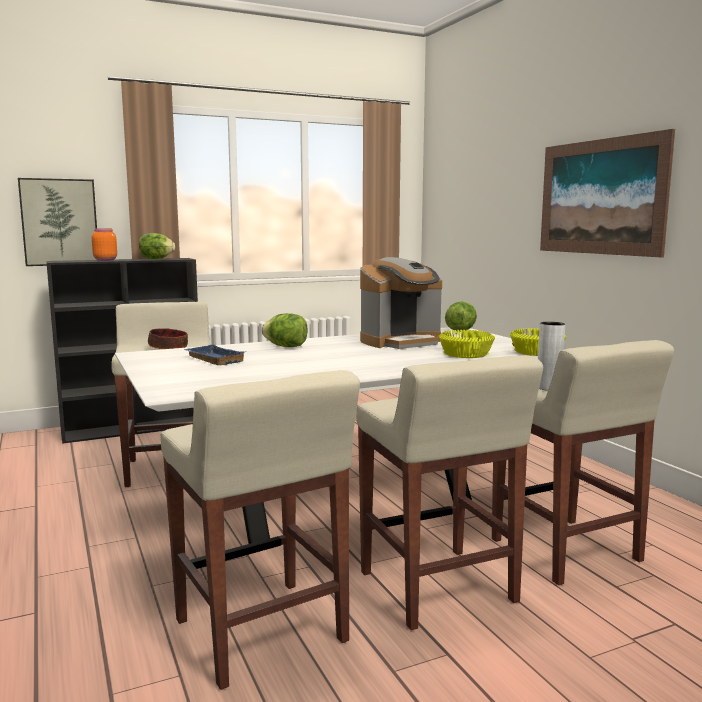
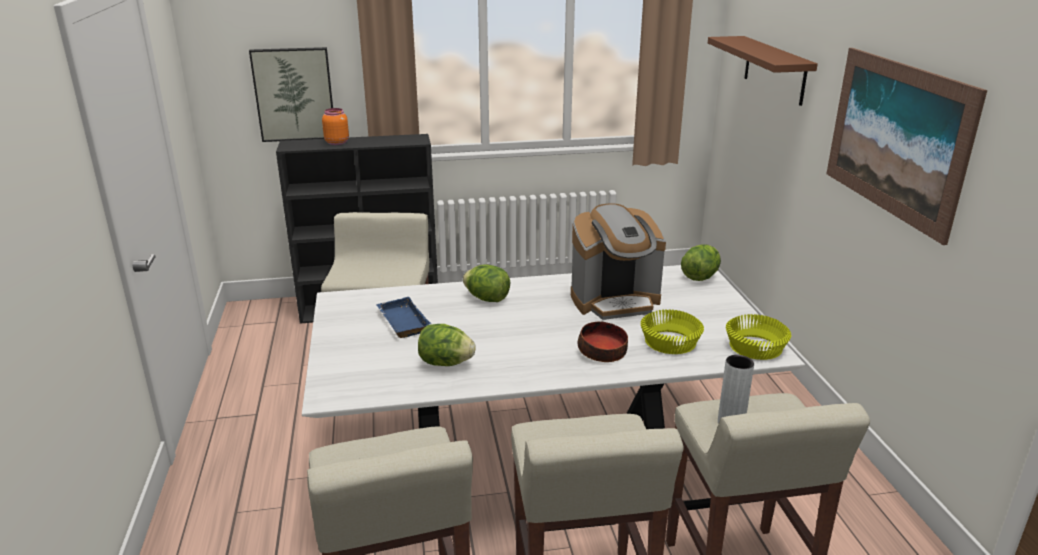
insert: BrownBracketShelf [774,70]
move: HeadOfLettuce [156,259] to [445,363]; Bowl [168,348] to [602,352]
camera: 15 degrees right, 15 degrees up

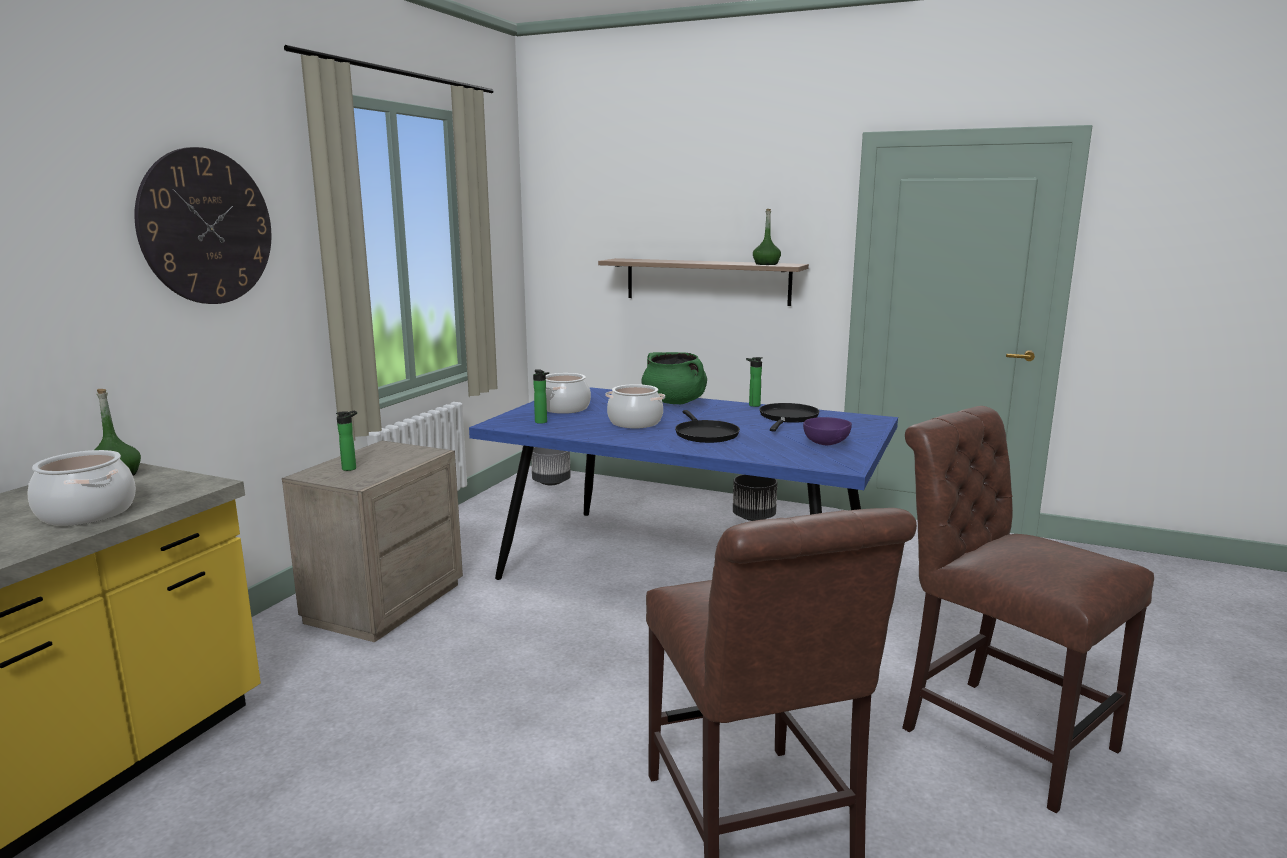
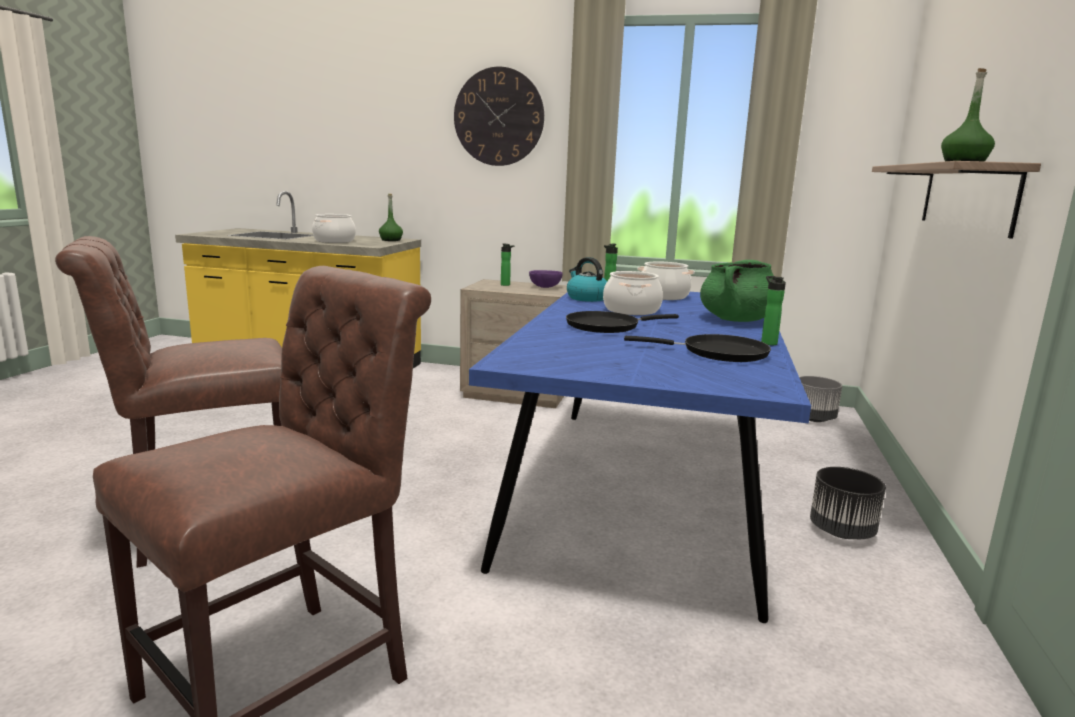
insert: TeaKettle [586,298]
move: PurpleBowl [826,444] to [544,287]
camera: 80 degrees right, 0 degrees up

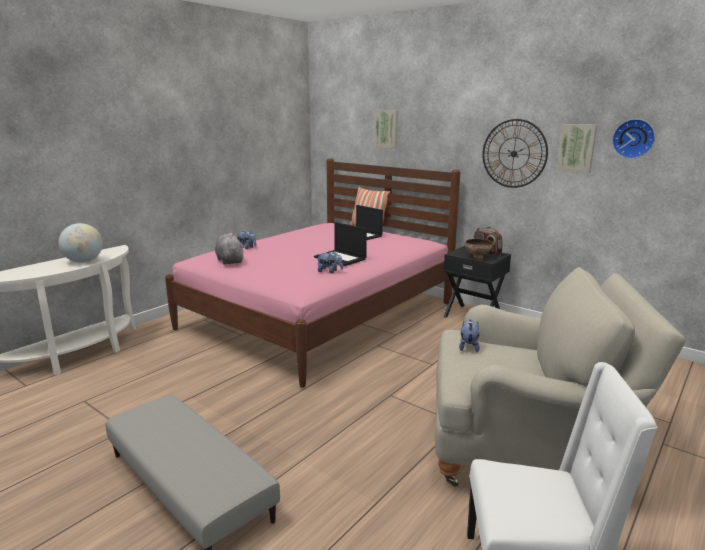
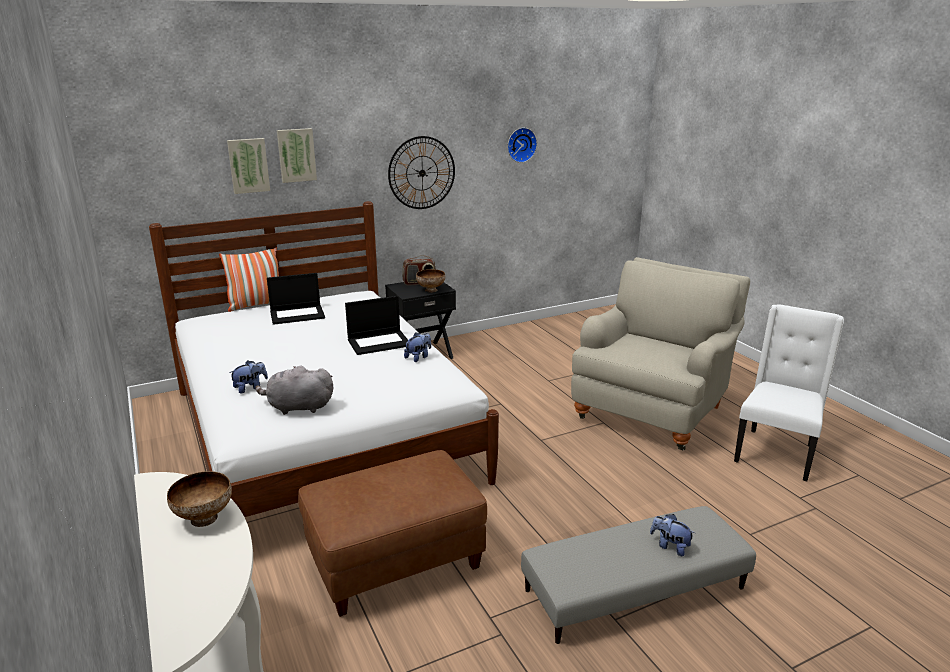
insert: BrownFootrest [395,561]
move: WallPicture [577,148] to [296,155]; SoftToy [468,347] to [670,546]
replace: DeskGlobe [84,261] to Bowl [205,518]
recolor: PinkColouredSleepingBed [320,315] to WhiteSleepingBed [321,434]
camera: 65 degrees left, 5 degrees up

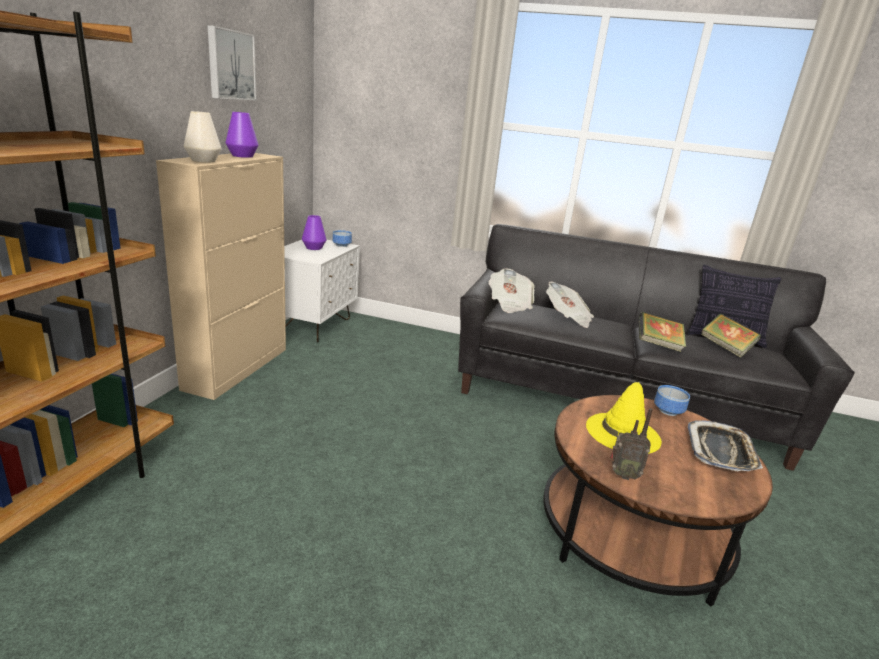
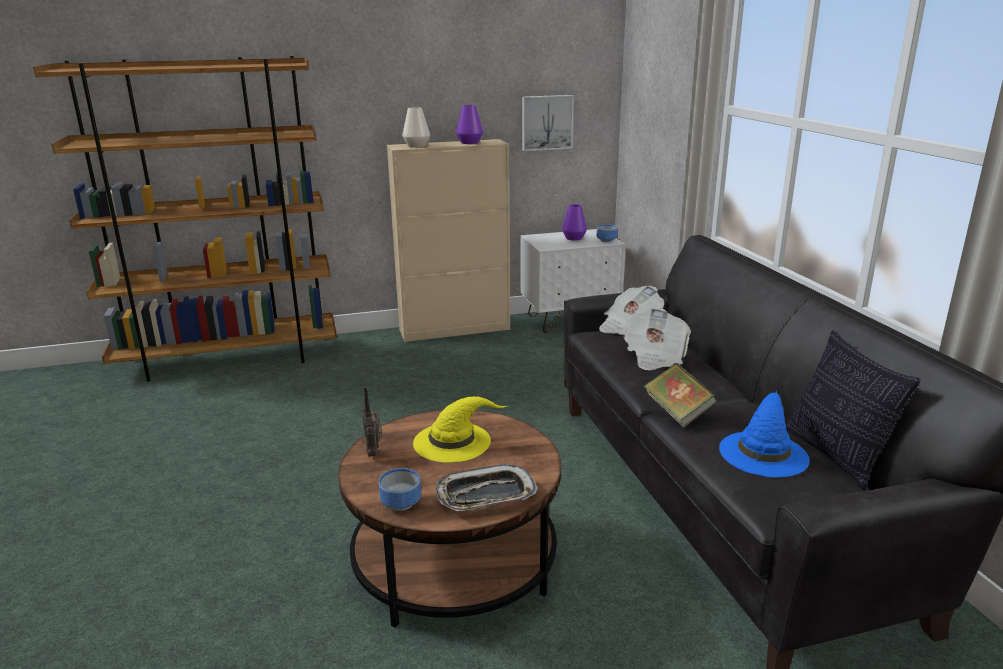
move: Bowl [668,410] to [403,503]; WallPicture [230,65] to [546,122]
replace: BoundBook [726,348] to BluishHat [763,452]
camera: 60 degrees right, 0 degrees up

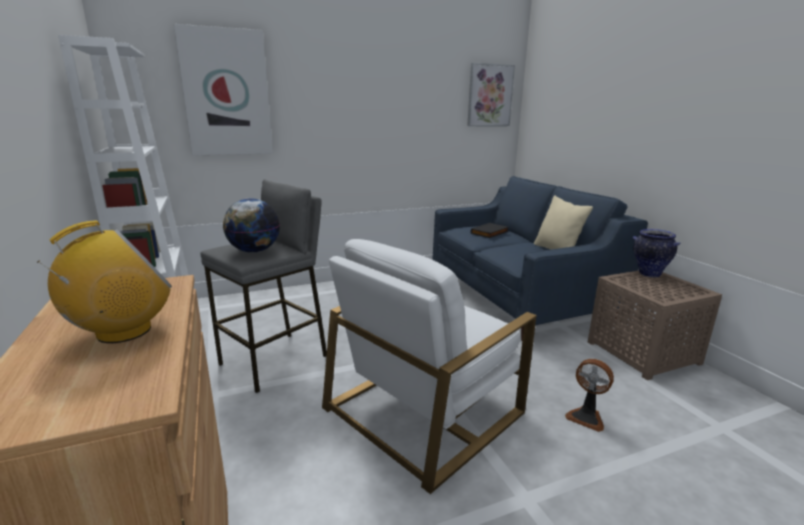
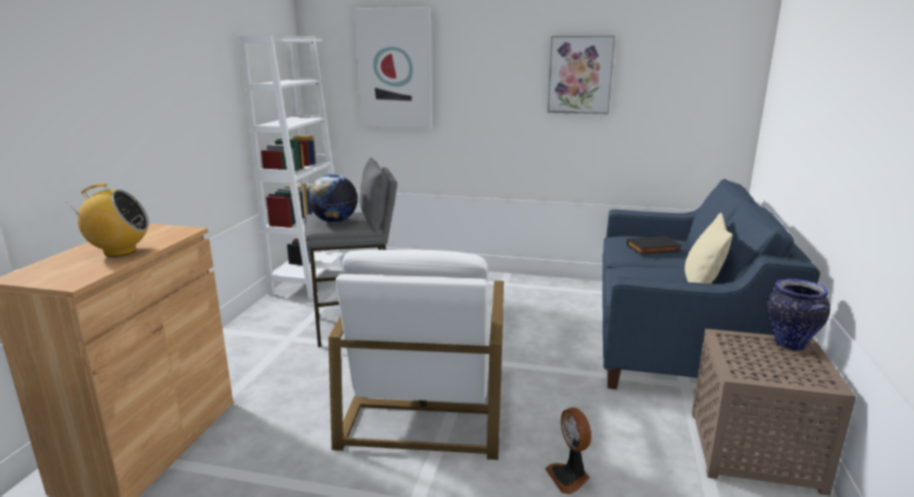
move: WallPicture [489,95] to [580,75]
rotate: WhiteLoungeChair [423,408] = [424,406] 75 degrees counterclockwise
camera: 35 degrees right, 0 degrees up

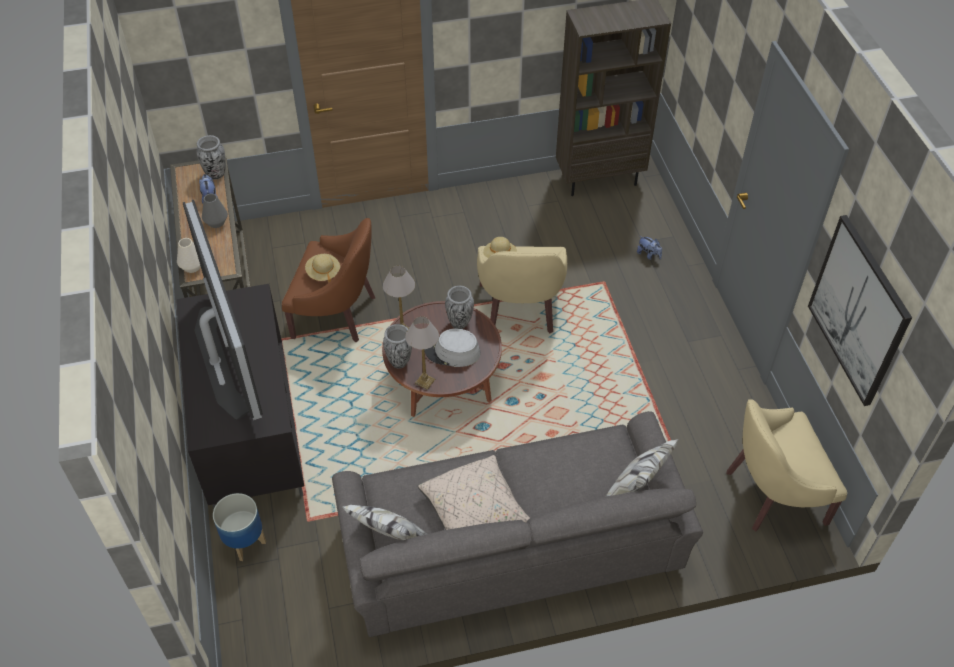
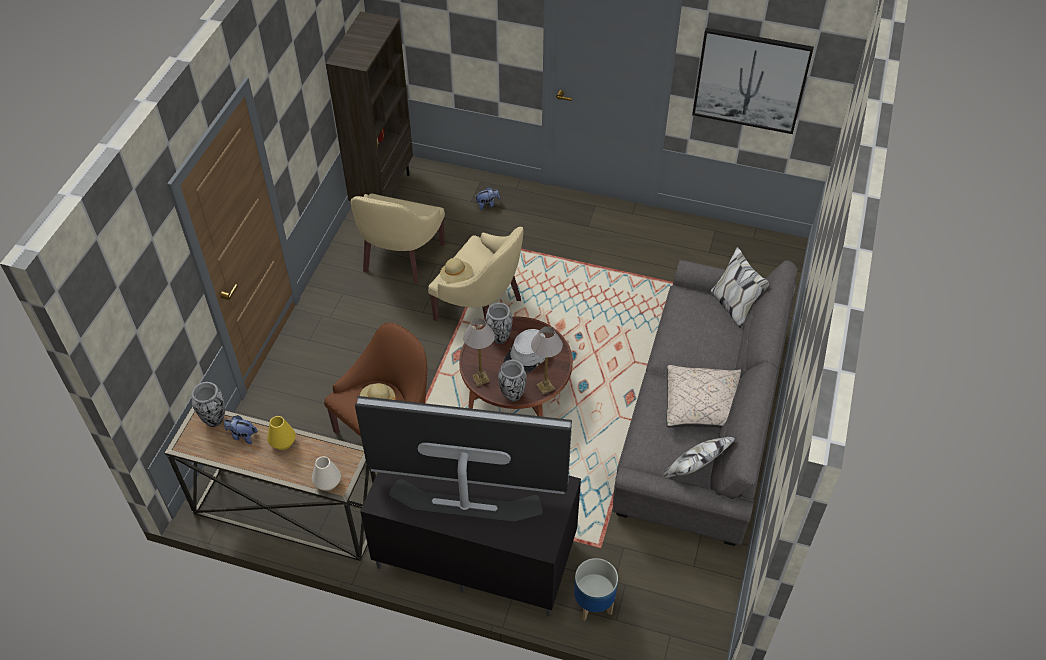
move: BeigeLoungeChair [772,493] to [399,257]
recolor: GreyishDecorativeVase [216,222] to YellowishDecorativeVase [283,442]
camera: 60 degrees left, 0 degrees up

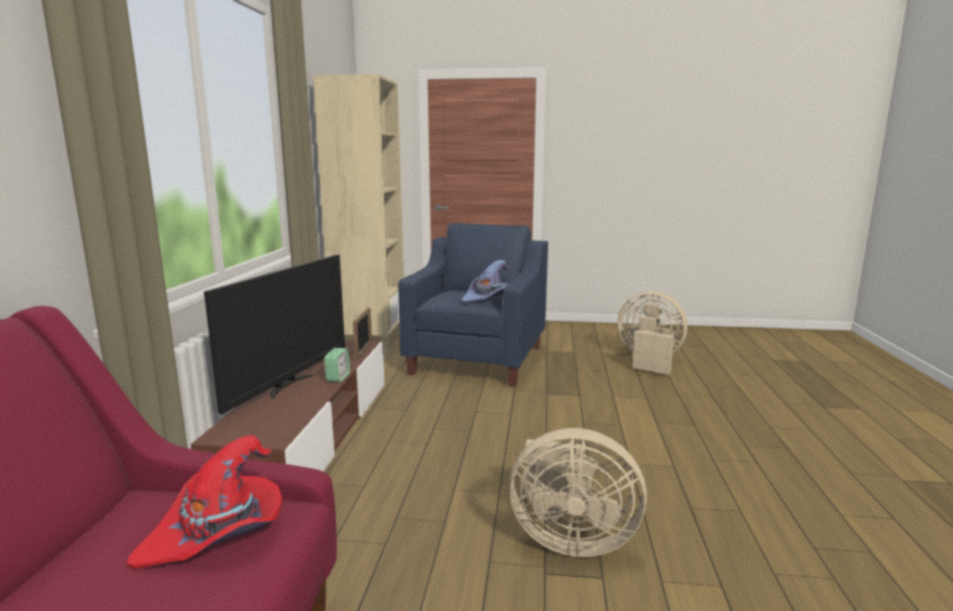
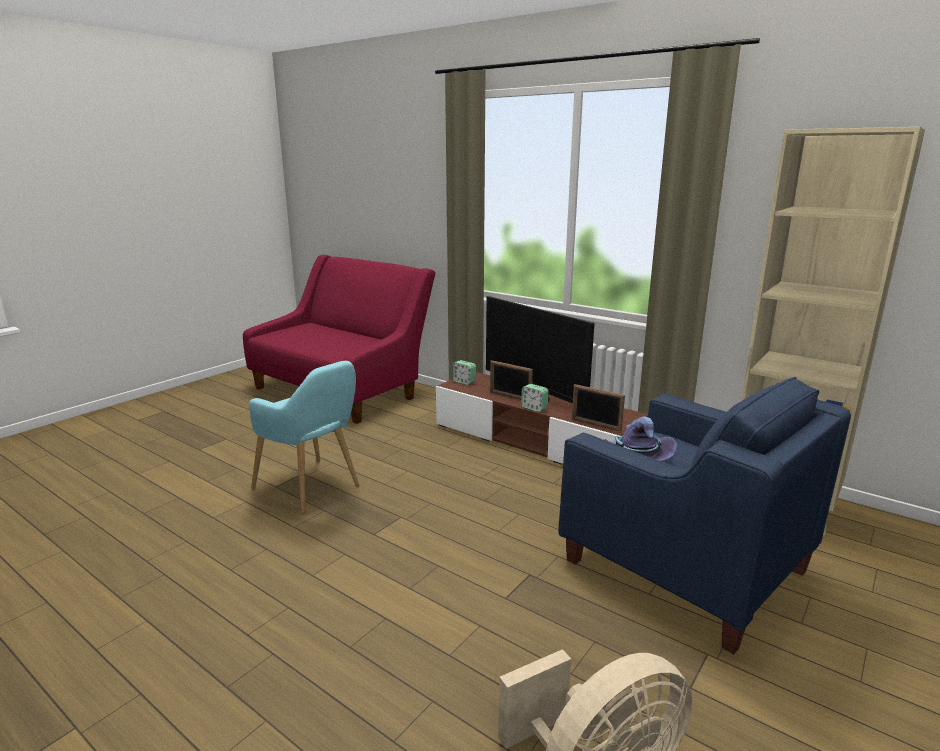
delete: RedColouredHat [217,534]
insert: TableClock [464,382]; StandingFrame [510,396]
replace: BeigeElectricFan [569,539] to TurquoiseColouredLoungeChair [312,489]
camera: 120 degrees right, 5 degrees up

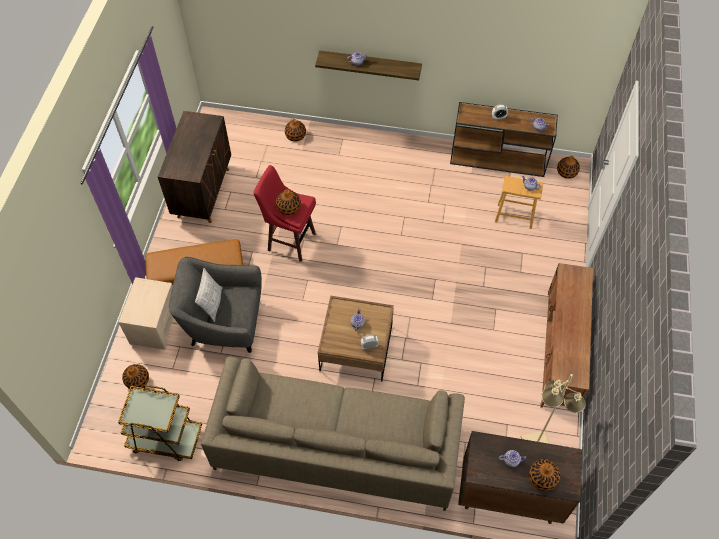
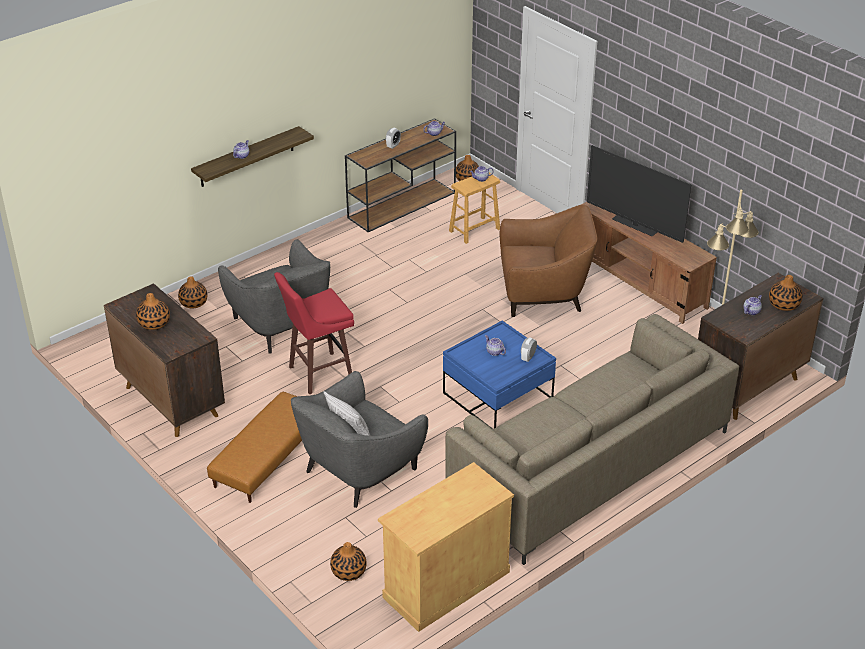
delete: BeigeNightstand [155,324]
insert: GreyishLoungeChair [281,325]; BrownLoungeChair [543,294]; Tv [634,226]
move: DecorativeVase [289,207] to [154,323]
replace: BrownWheeledCart [165,438] to BeigeCabinet [446,584]
recolor: BrownLowTable [356,348] to BluishLowTable [498,396]
camera: 50 degrees left, 20 degrees down

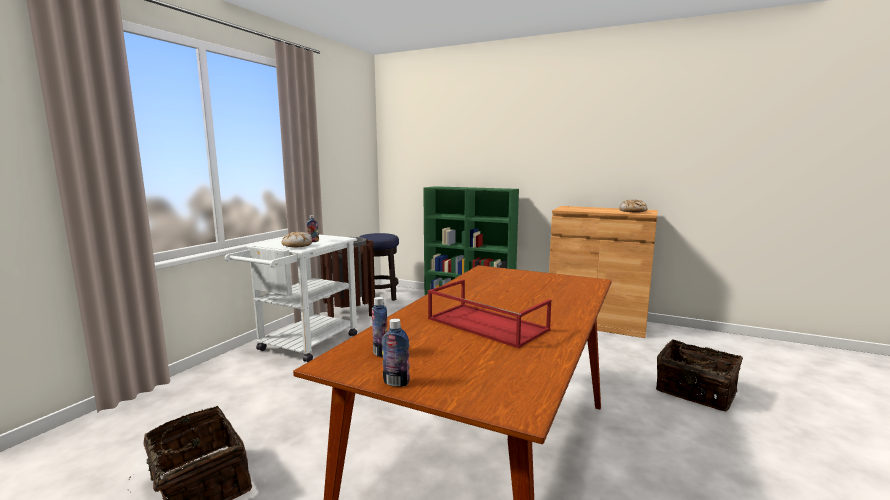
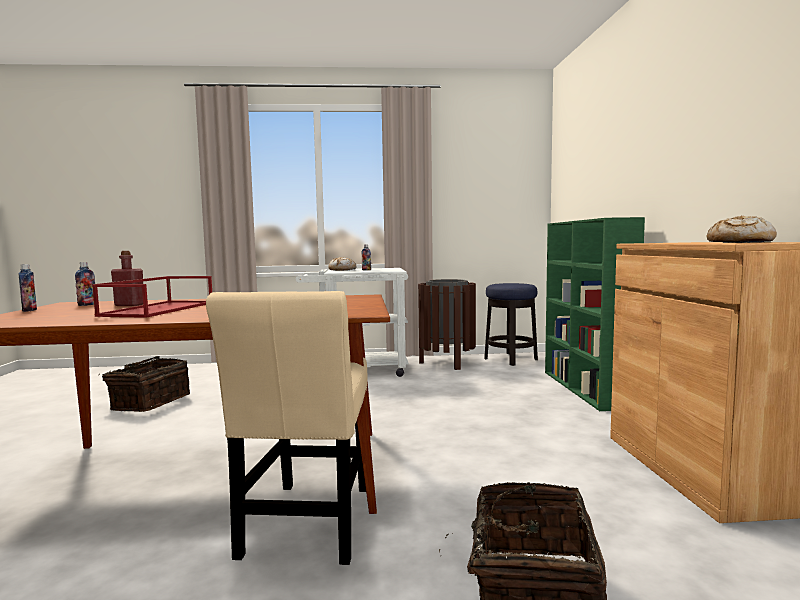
insert: RedColouredBeverageBottle [129,305]; BeigeUprightChair [307,525]
camera: 60 degrees right, 5 degrees down

